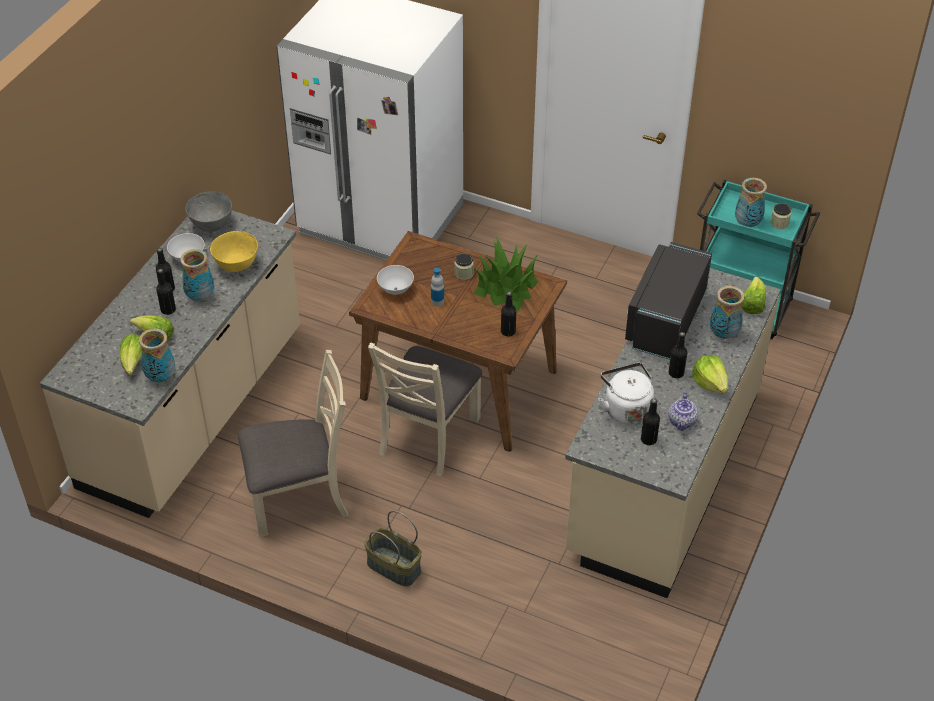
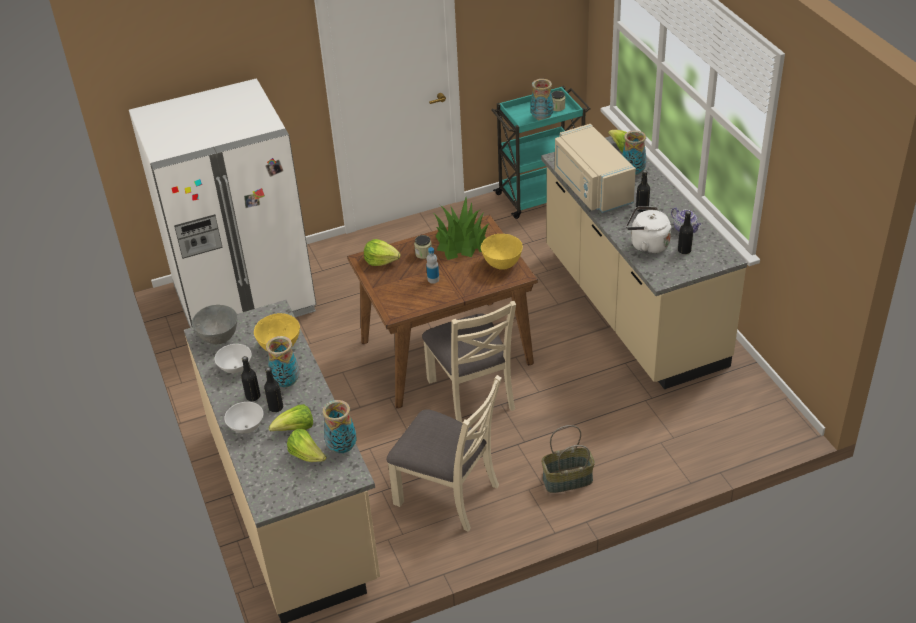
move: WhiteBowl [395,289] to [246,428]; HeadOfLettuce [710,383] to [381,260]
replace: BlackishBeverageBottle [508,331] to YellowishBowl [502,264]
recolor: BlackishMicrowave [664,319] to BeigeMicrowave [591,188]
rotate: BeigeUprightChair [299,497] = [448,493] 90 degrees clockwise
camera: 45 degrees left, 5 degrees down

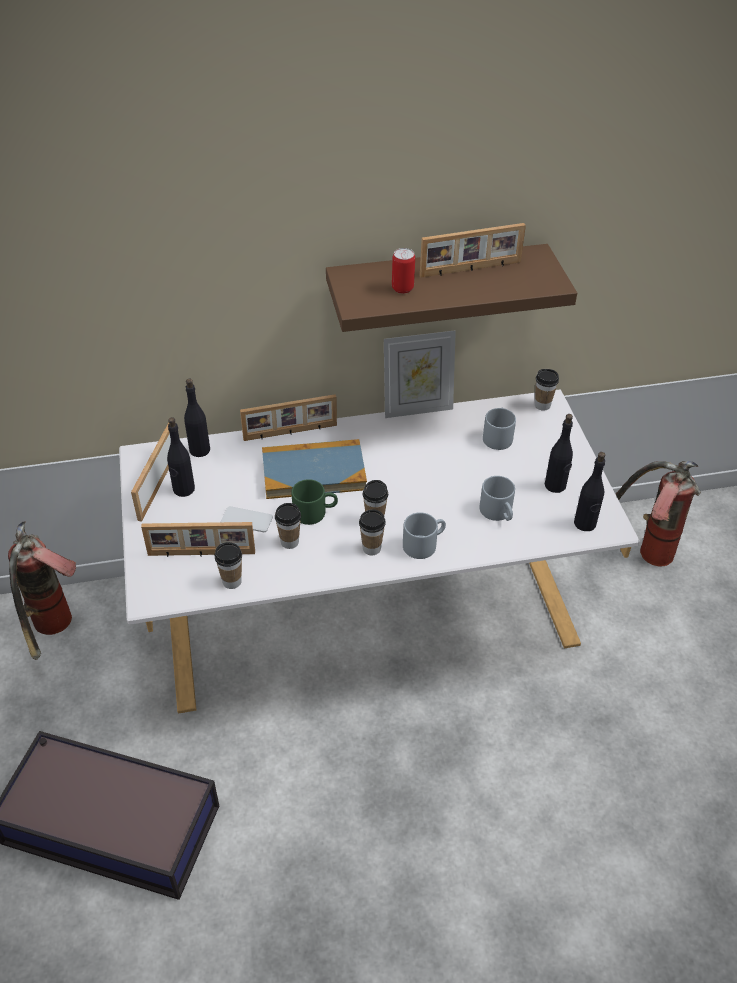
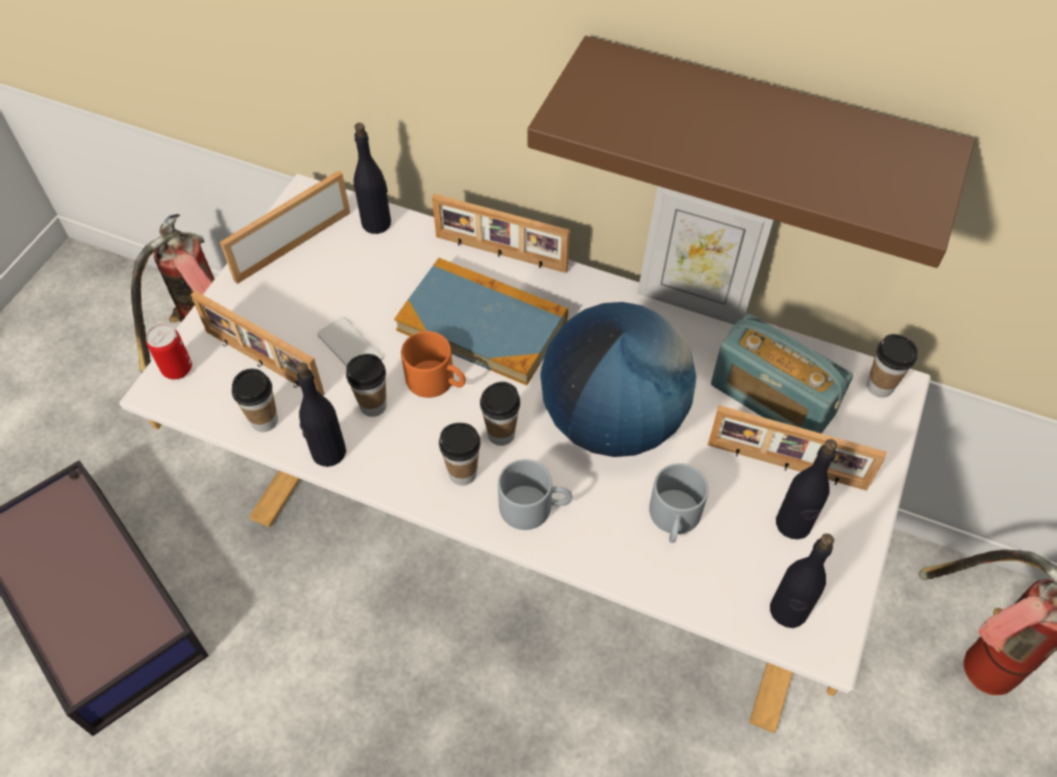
insert: DeskGlobe [612,421]
move: MetalCan [402,288] to [177,369]; BlackishBeverageBottle [183,489] to [328,452]; StandingFrame [471,269] to [786,467]
replace: GreyishCoffeeMug [497,436] to RadioReceiver [771,400]
recolor: GreenCoffeeMug [315,512] to OrangeColouredCoffeeMug [438,381]
camera: 35 degrees right, 10 degrees up

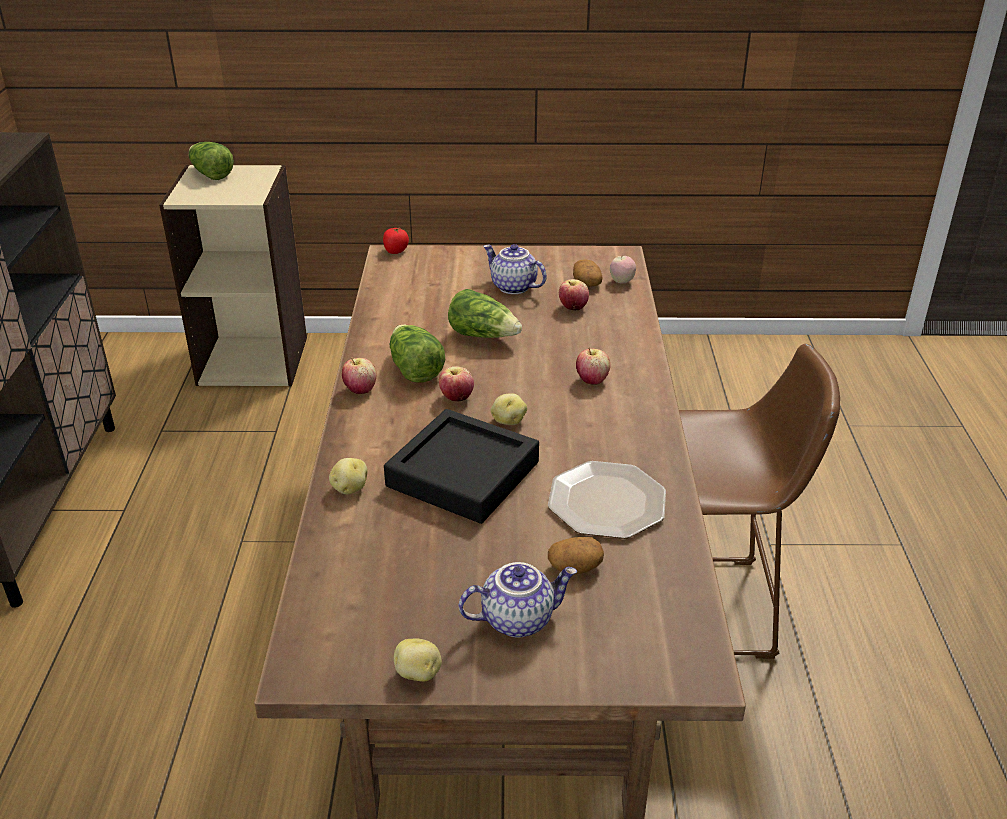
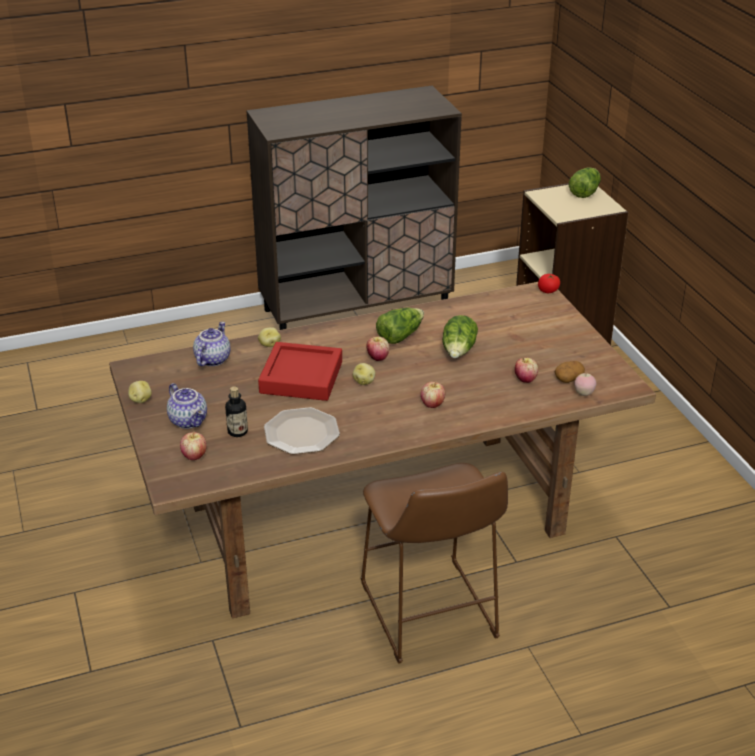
move: WholeApple [360,389] to [194,456]; Teapot [512,287] to [212,359]
replace: WholePotato [575,567] to BeverageBottle [237,431]
recolor: BlackishCarryingTray [463,474] to RedColouredCarryingTray [301,377]
camera: 70 degrees right, 0 degrees up

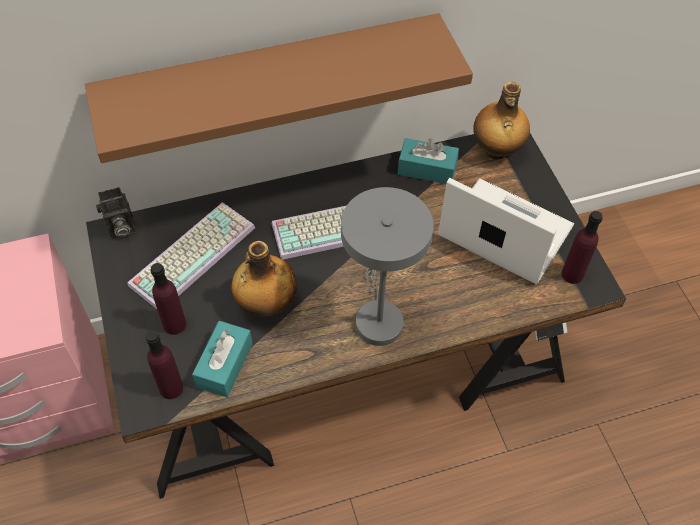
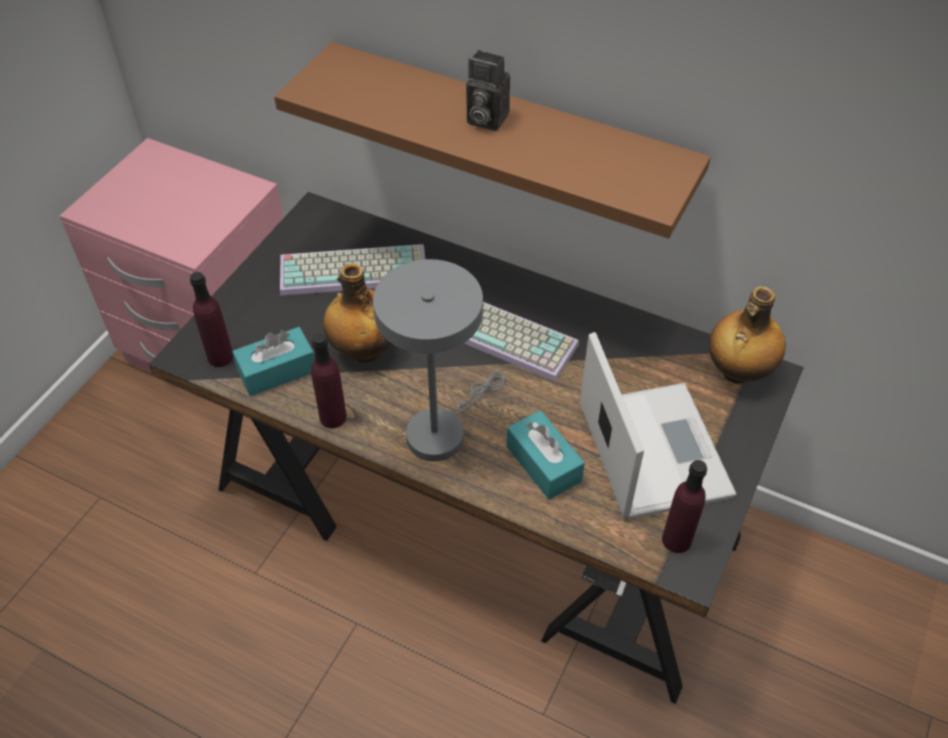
move: PurpleBeverageBottle [174,324] to [333,417]; StillCamera [120,229] to [484,119]; TurquoiseColouredTissueHolder [427,169] to [543,463]
camera: 45 degrees right, 5 degrees down

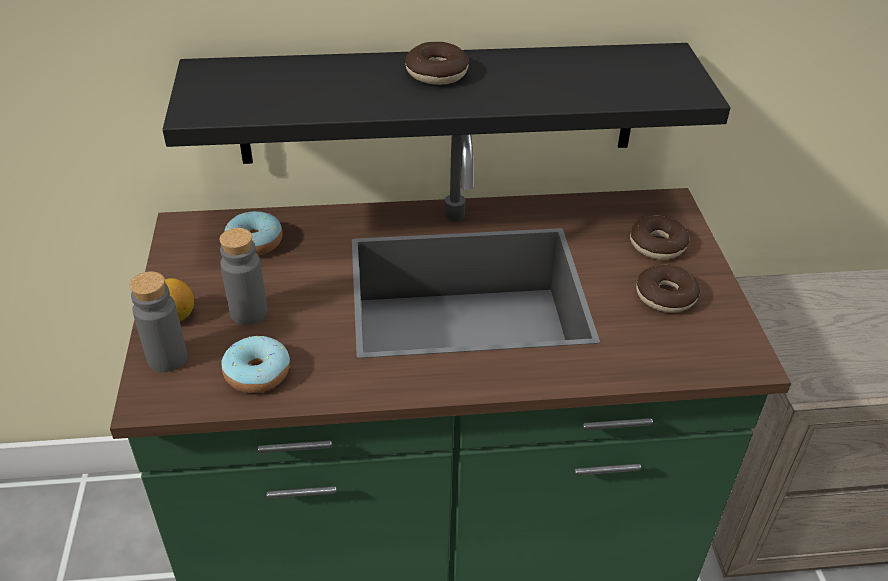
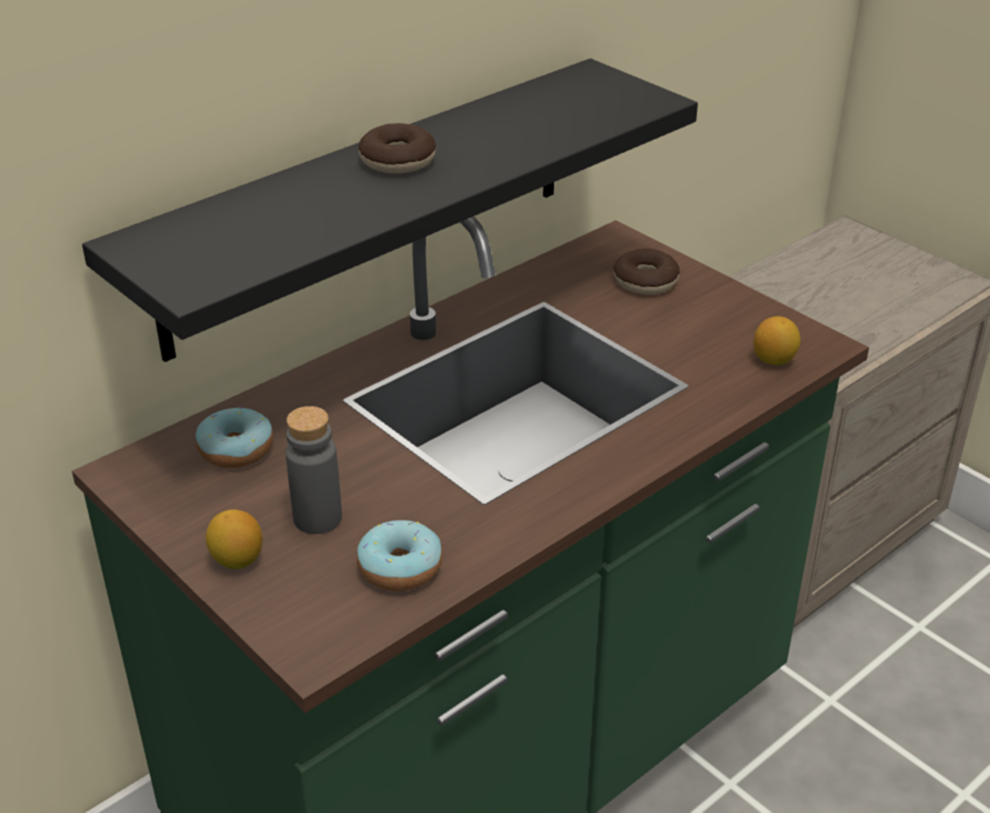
delete: GreyishBeverageBottle [167,358]; RingDoughnut [665,296]
insert: Lemon [774,360]
camera: 35 degrees left, 5 degrees down

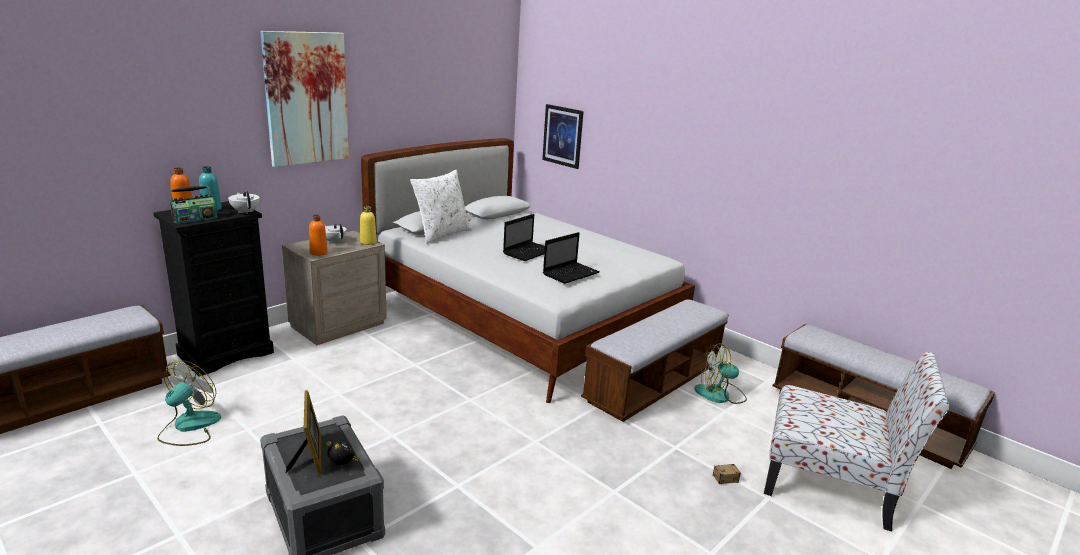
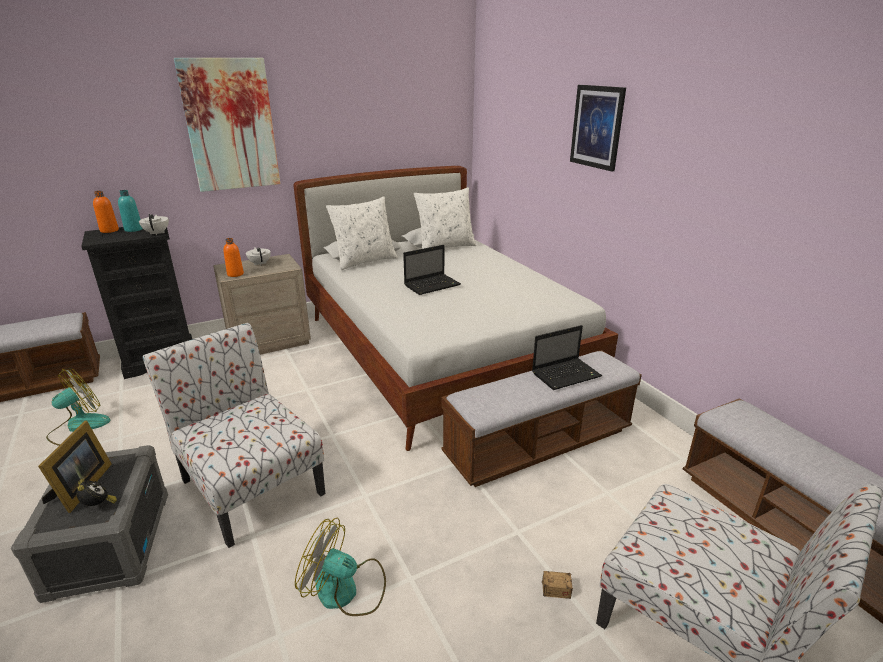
delete: RadioReceiver [195,219]; YellowishBeverageBottle [368,242]
insert: UprightChair [250,485]; WhiteThrowPillow [445,246]
move: ElectricFan [720,395] to [346,590]; Laptop [571,273] to [567,374]; WallPicture [563,136] to [597,127]
camera: 20 degrees right, 5 degrees up

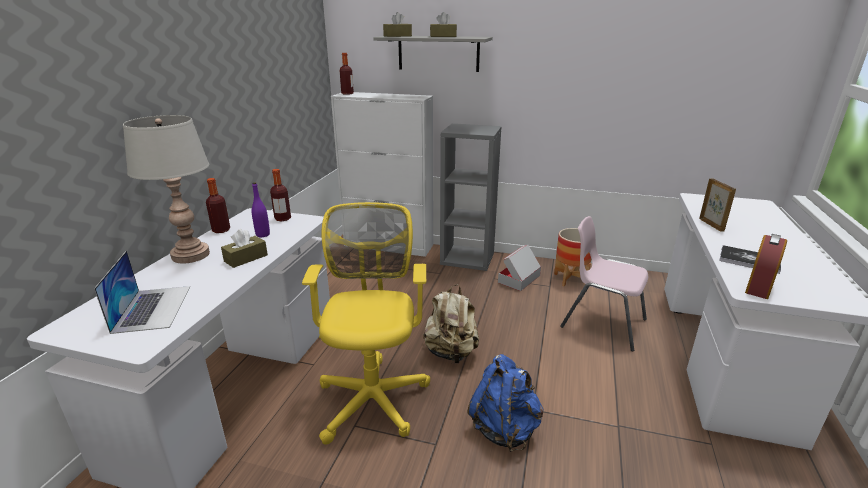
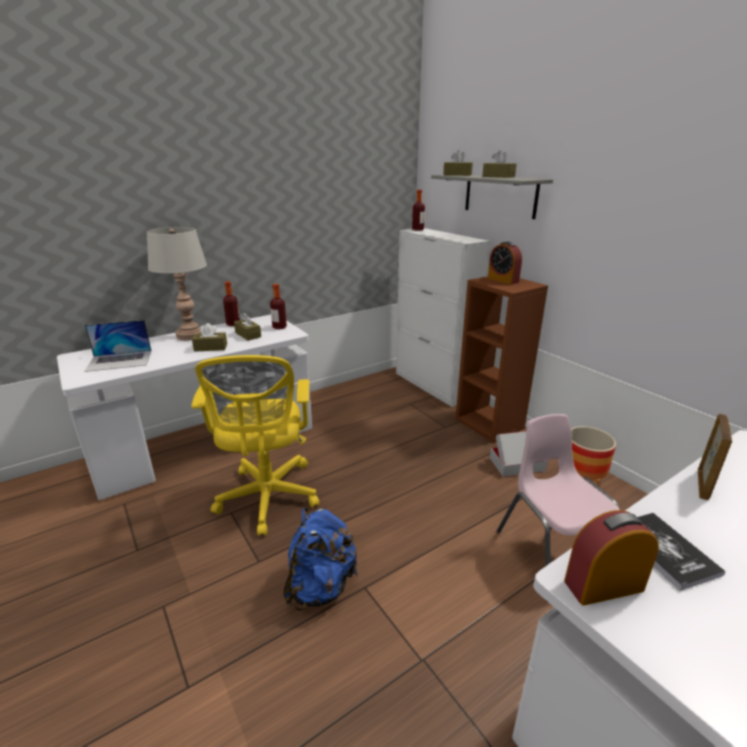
delete: BeigeRucksack [451,352]
insert: TableClock [503,280]
replace: PurpleBeverageBottle [263,235] to BrownTissueHolder [248,335]
recolor: GreyishShelvingUnit [468,258] to BrownShelvingUnit [490,424]
rotate: Laptop [152,308] = [120,360] 45 degrees clockwise; YellowishDeskChair [373,396] = [267,499] 135 degrees clockwise
camera: 40 degrees right, 0 degrees up

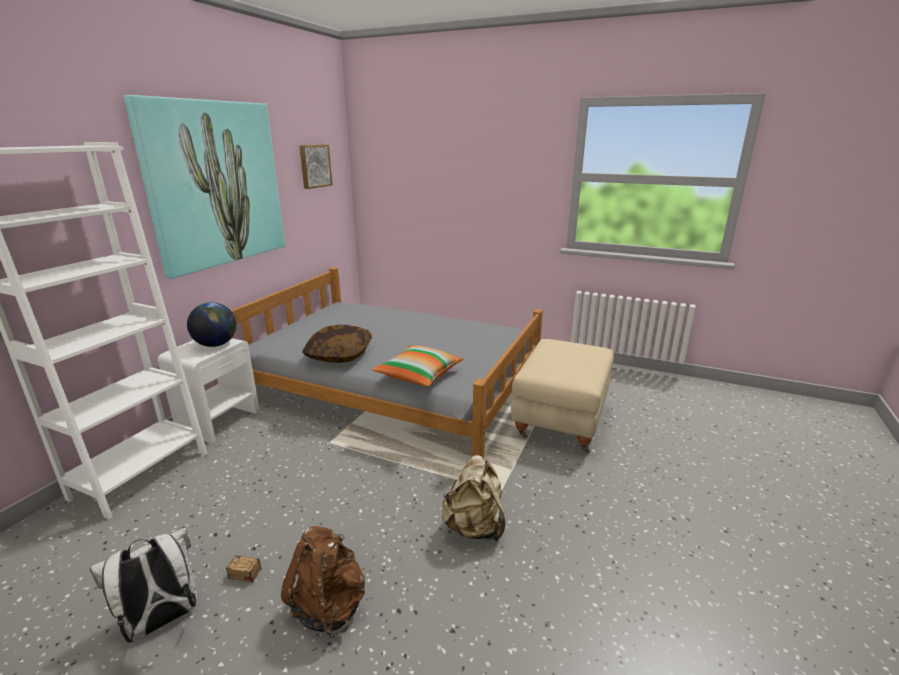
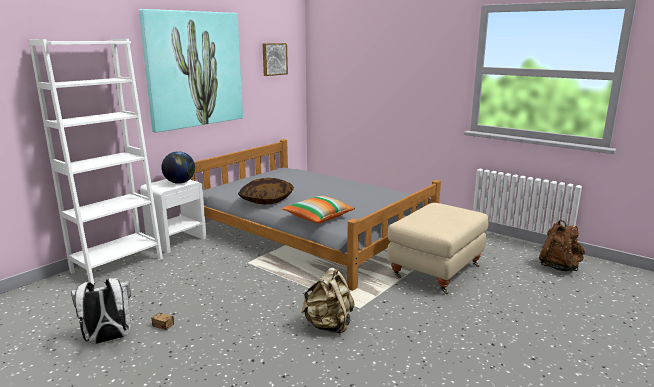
move: BrownRucksack [329,606] to [559,267]
camera: 15 degrees right, 5 degrees down

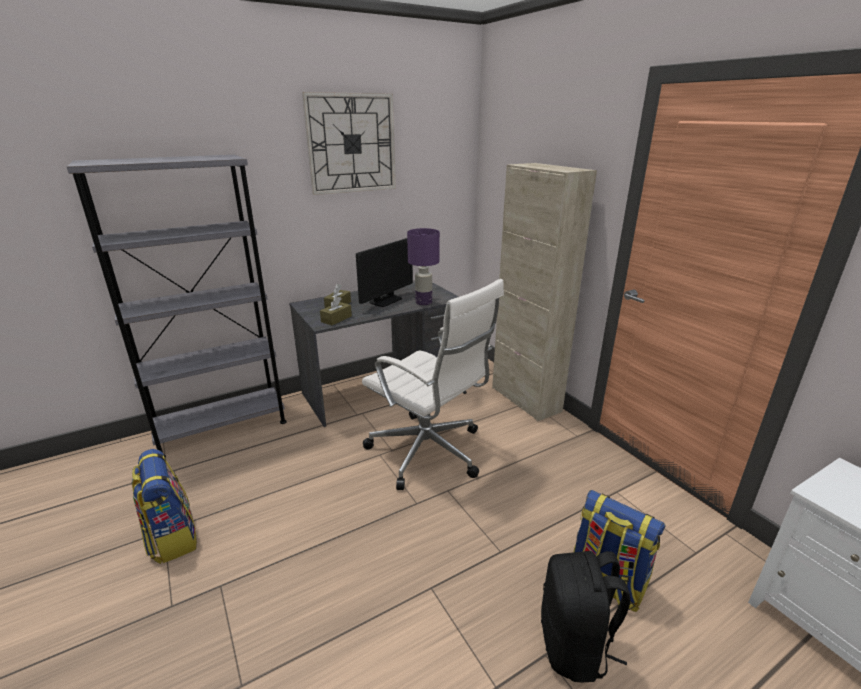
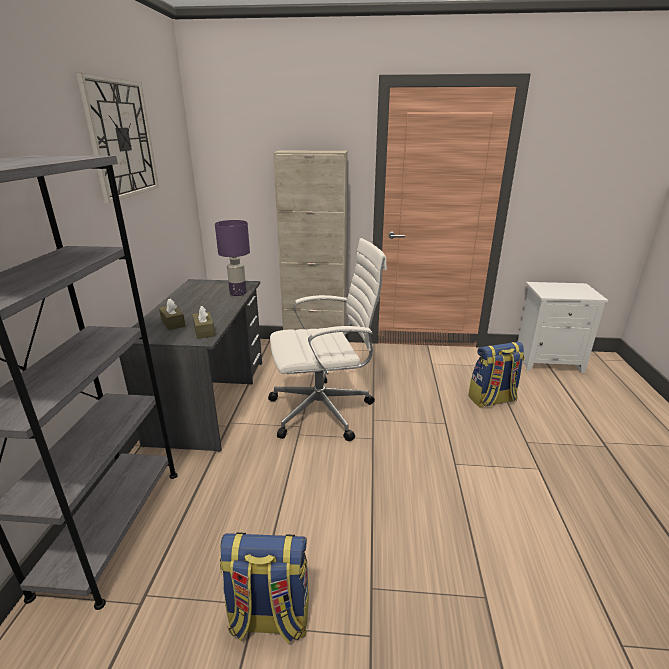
delete: ComputerDisplay [385,300]; BlackishRucksack [574,645]
camera: 55 degrees left, 0 degrees up

